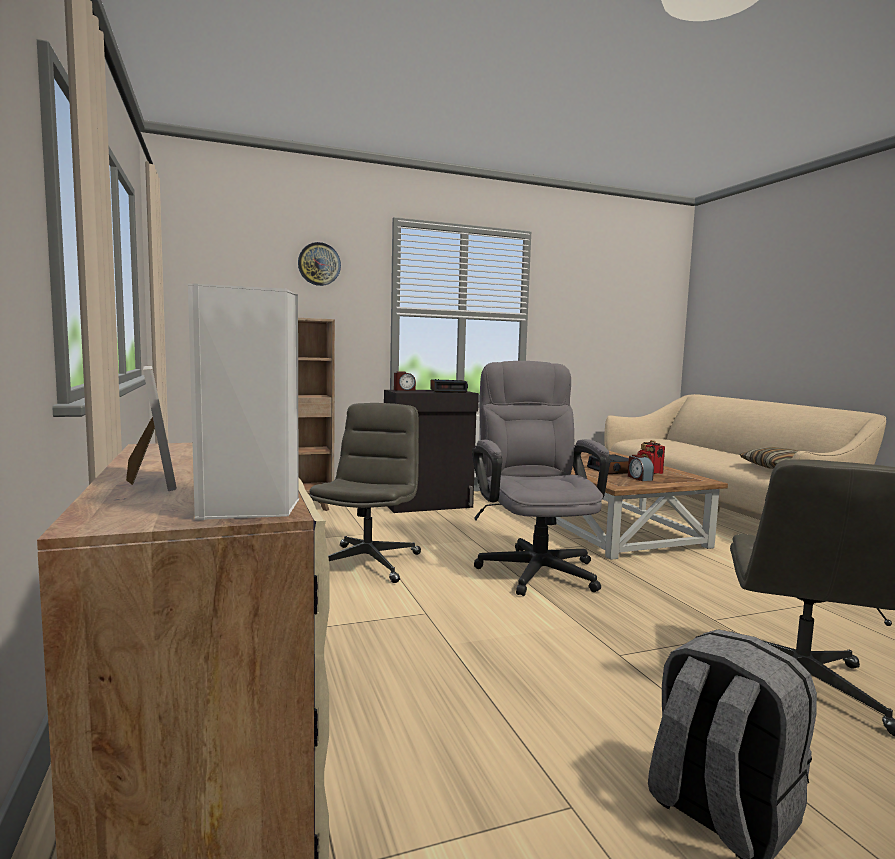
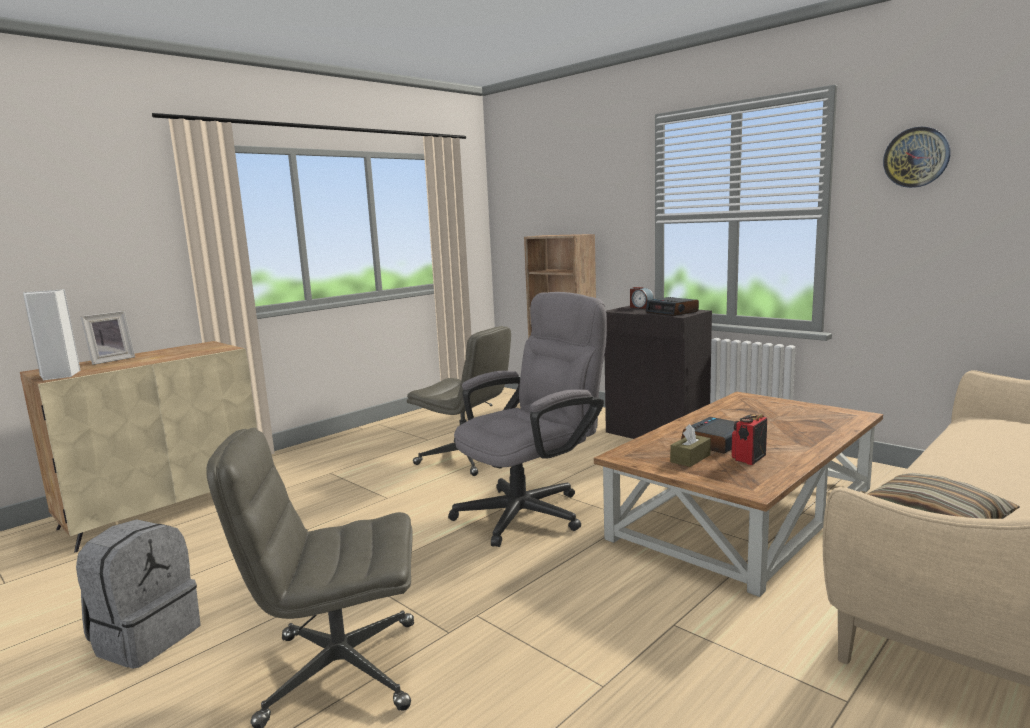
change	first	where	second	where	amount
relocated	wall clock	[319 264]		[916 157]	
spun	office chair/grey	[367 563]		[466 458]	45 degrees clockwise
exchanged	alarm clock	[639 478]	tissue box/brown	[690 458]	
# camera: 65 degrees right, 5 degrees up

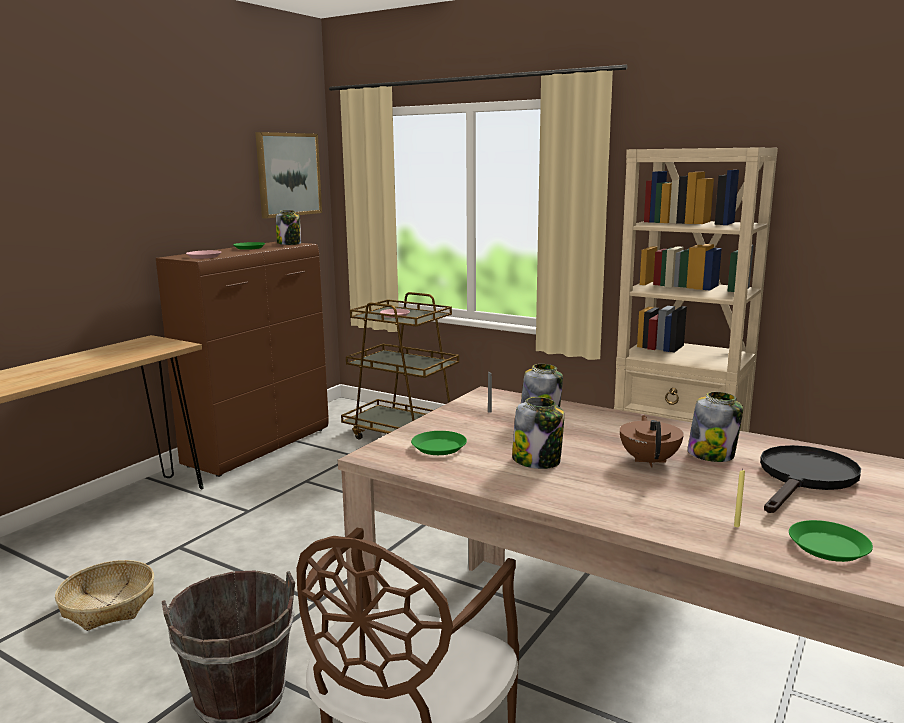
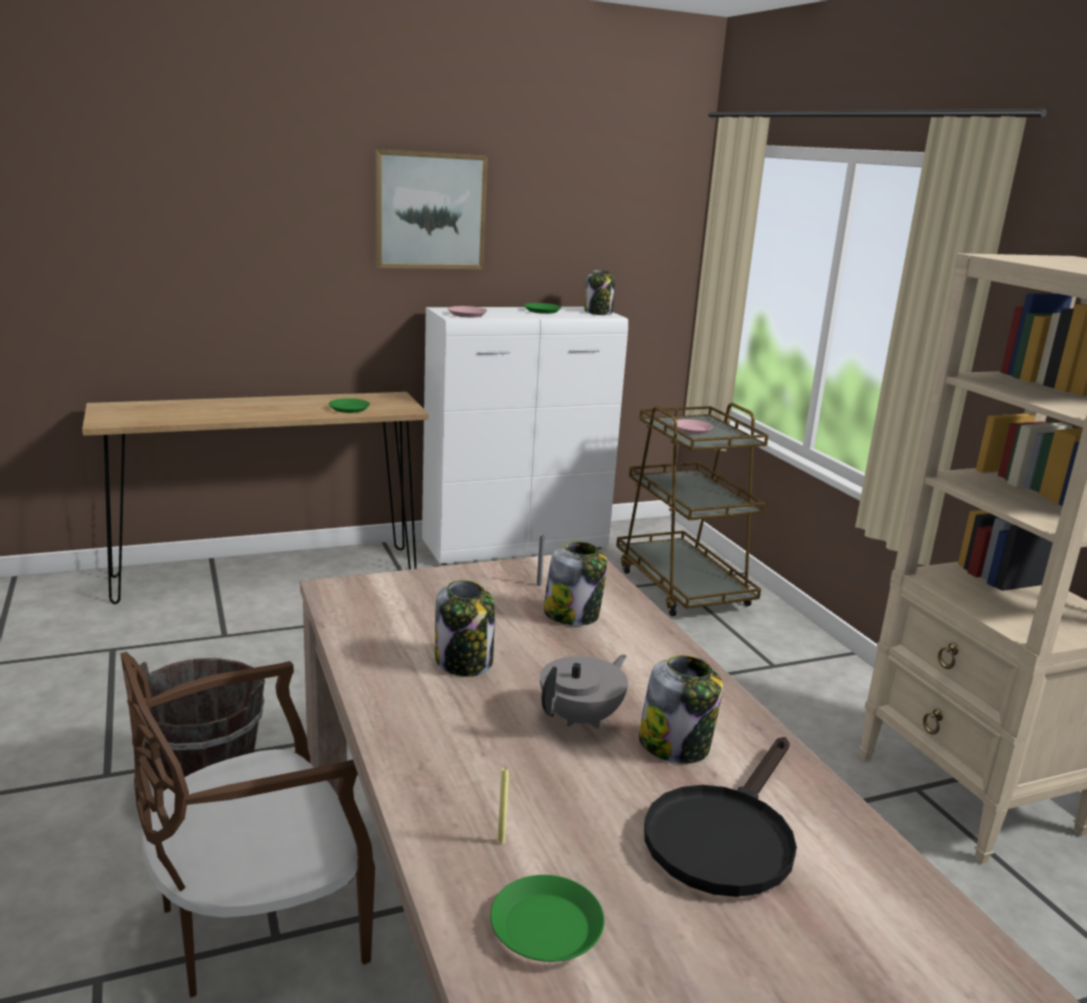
change	first	where	second	where	amount
missing	basket	[108 605]			
colour	cabinet/brown	[259 446]	cabinet/white	[516 546]	
relocated	picture	[288 174]		[430 211]	
relocated	plate/green	[439 447]		[349 409]	
colour	teapot/brown	[649 461]	teapot/grey	[582 718]	
spun	frying pan/black	[804 479]		[725 834]	135 degrees clockwise
# camera: 35 degrees right, 5 degrees up

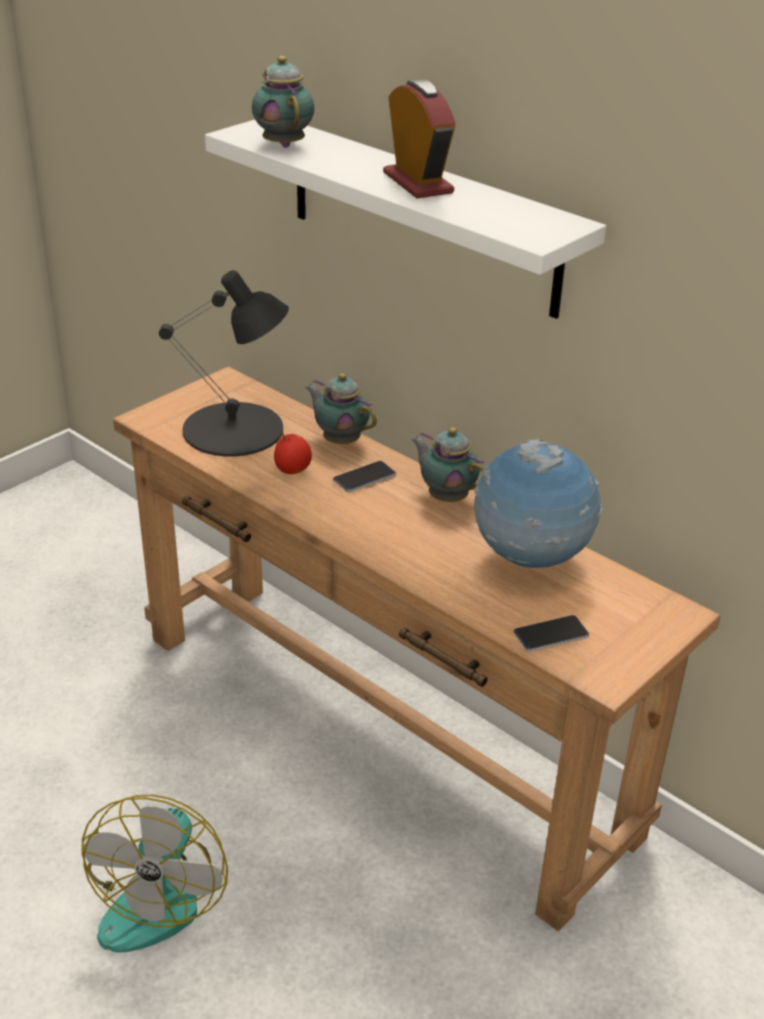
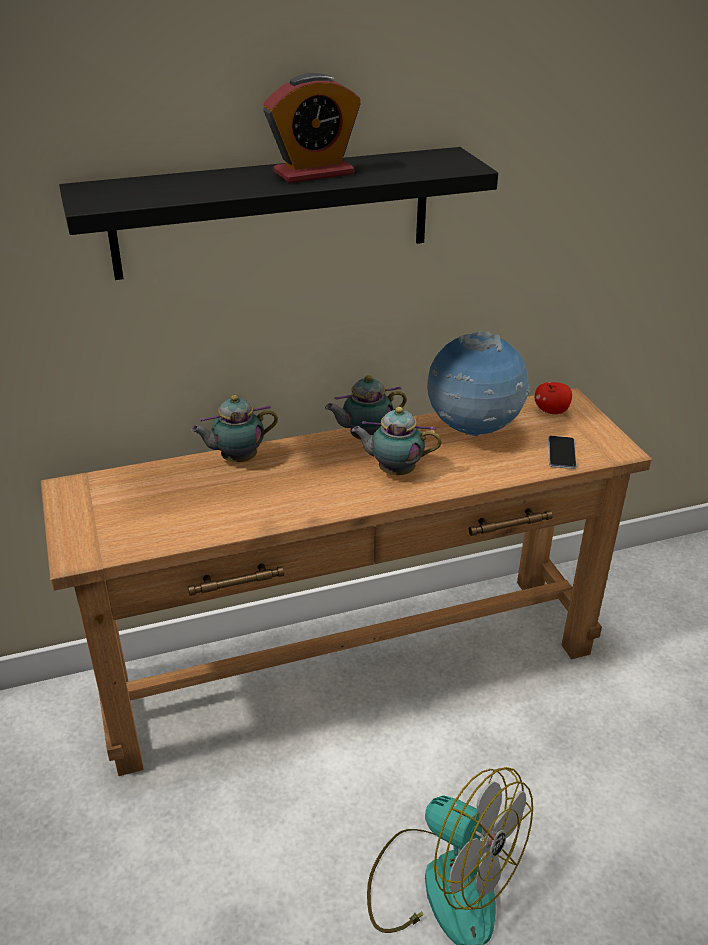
change	first	where	second	where	amount
missing	table lamp/black	[234 430]			
colour	shelf/white	[421 214]	shelf/black	[273 213]	
relocated	teapot	[283 144]		[394 471]	
relocated	apple	[292 470]		[551 411]	
missing	phone	[364 478]			
spun	alarm clock	[418 183]		[313 173]	150 degrees clockwise
# camera: 60 degrees left, 0 degrees up

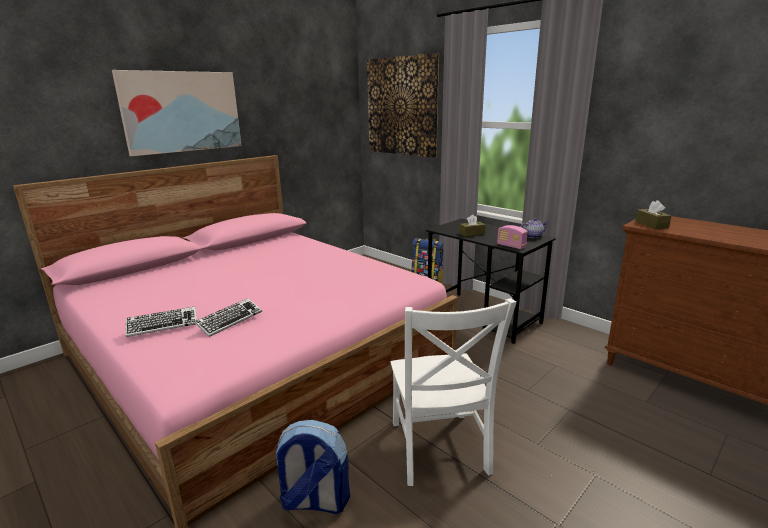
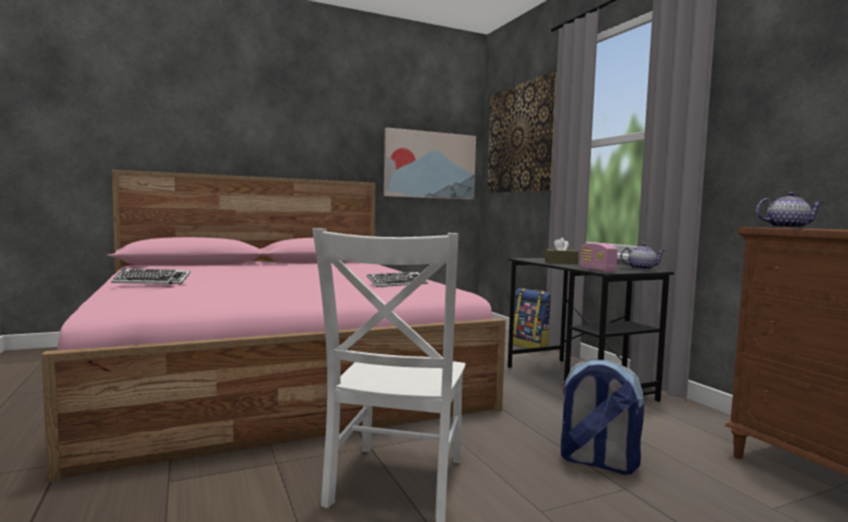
change	first	where	second	where	amount
relocated	picture	[182 112]		[430 165]	
relocated	keyboard	[230 320]		[397 284]	
relocated	backpack	[314 501]		[596 462]	
exchanged	tissue box/brown	[651 224]	teapot	[787 228]	
# camera: 20 degrees right, 15 degrees down

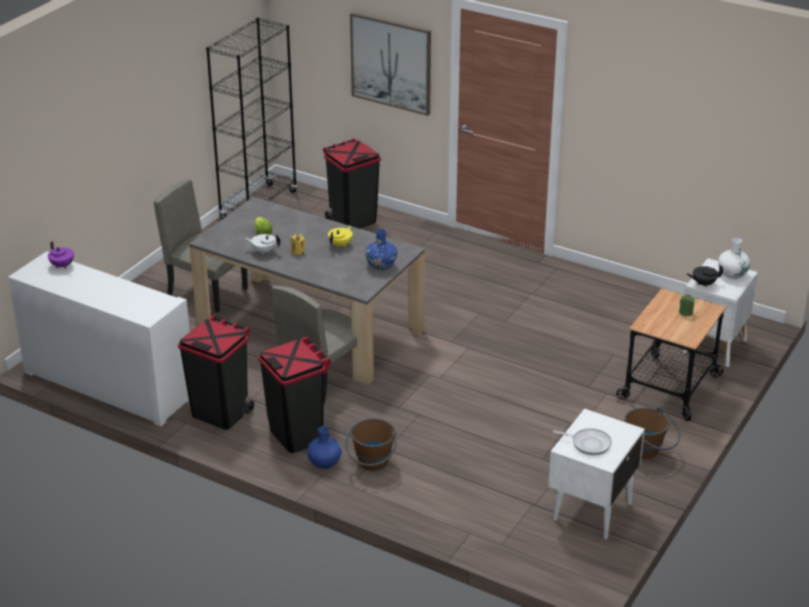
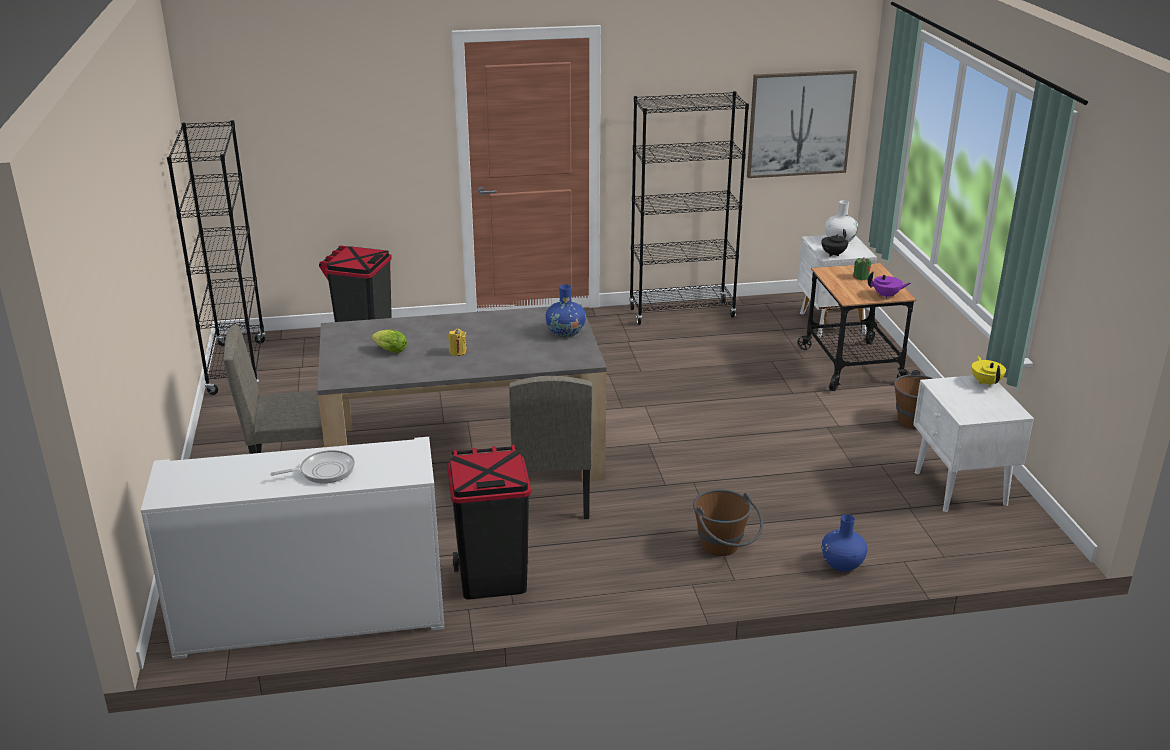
change	first	where	second	where	amount
relocated	teapot/purple	[62 266]		[886 295]	
missing	teapot/white	[264 251]			
missing	trash can/black	[297 434]			
relocated	vase/blue	[324 462]		[841 564]	
relocated	teapot/yellow	[340 244]		[986 382]	
relocated	picture	[391 63]		[800 124]	
relocated	frying pan	[588 443]		[323 471]	
appeared			bookcase/black	[681 313]	
# camera: 40 degrees left, 5 degrees down

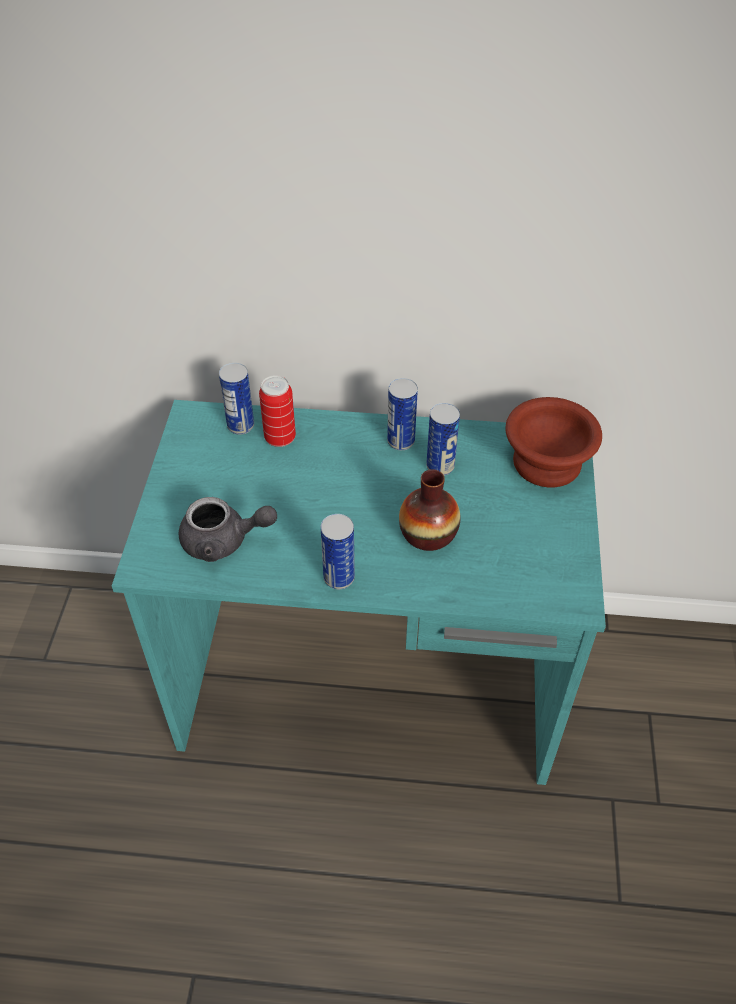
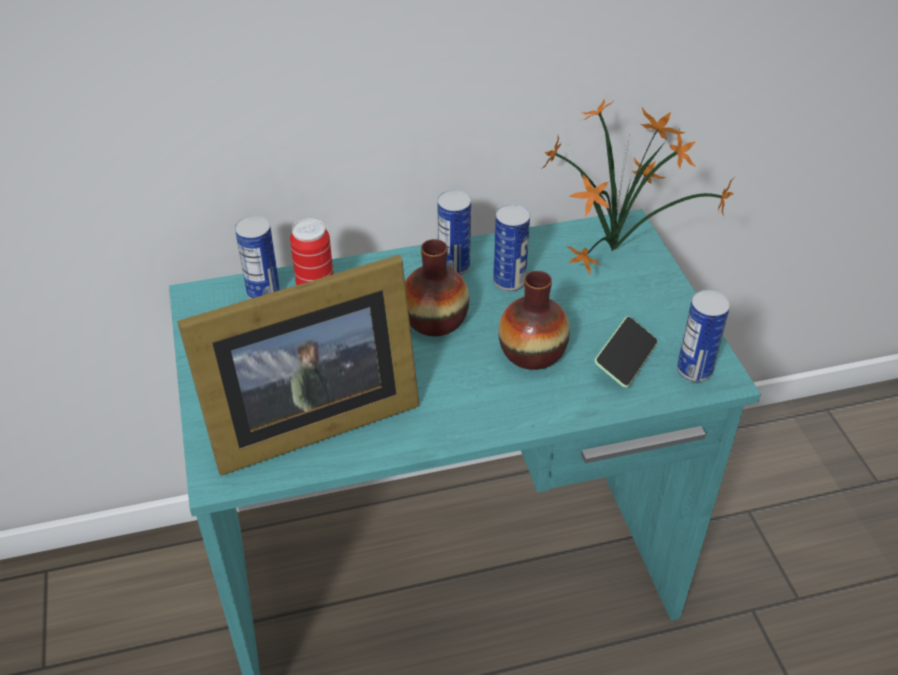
change	first	where	second	where	amount
exchanged	teapot/grey	[224 541]	picture frame	[305 421]	
relocated	can	[339 577]		[694 370]	
exchanged	bowl/brown	[547 460]	potted plant	[616 249]	
appeared			vase	[435 320]	
appeared			phone	[625 360]	
# camera: 20 degrees left, 5 degrees down

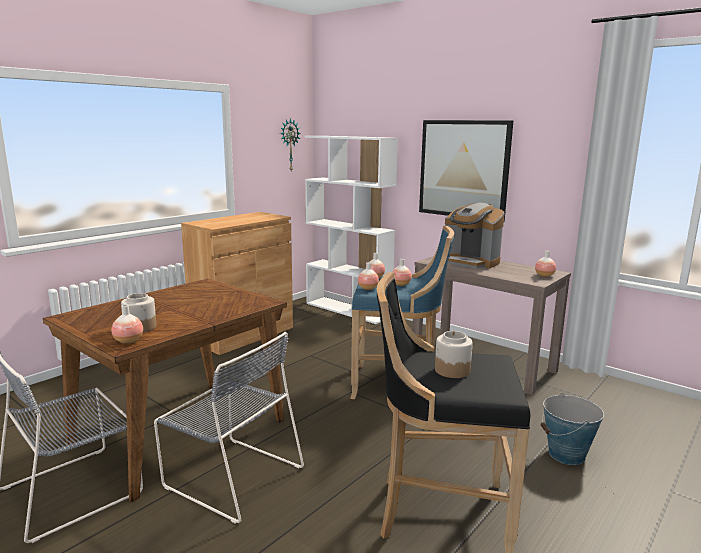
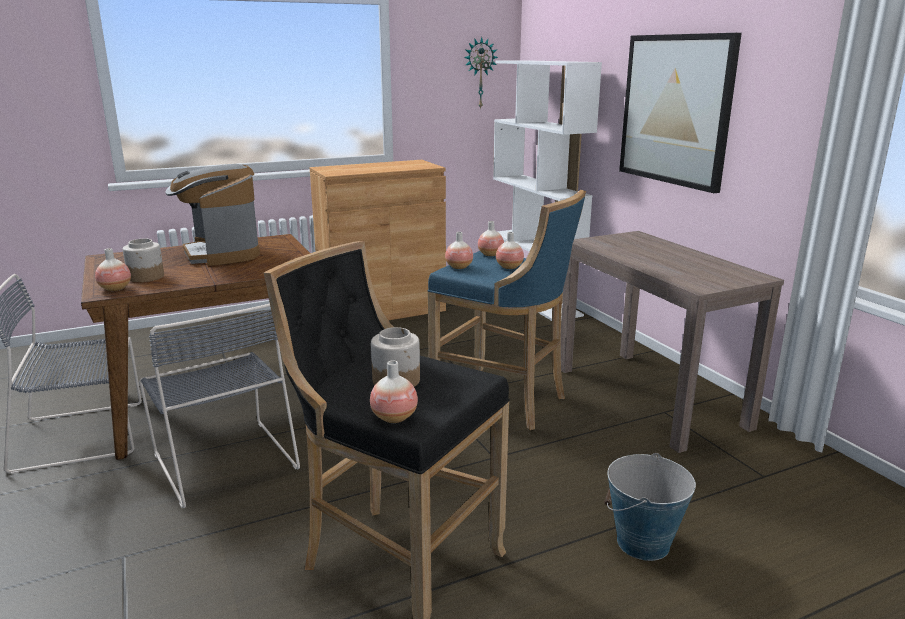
change	first	where	second	where	amount
relocated	coffee machine	[471 262]		[221 254]	
relocated	vase	[544 275]		[394 417]	
# camera: 25 degrees right, 5 degrees up

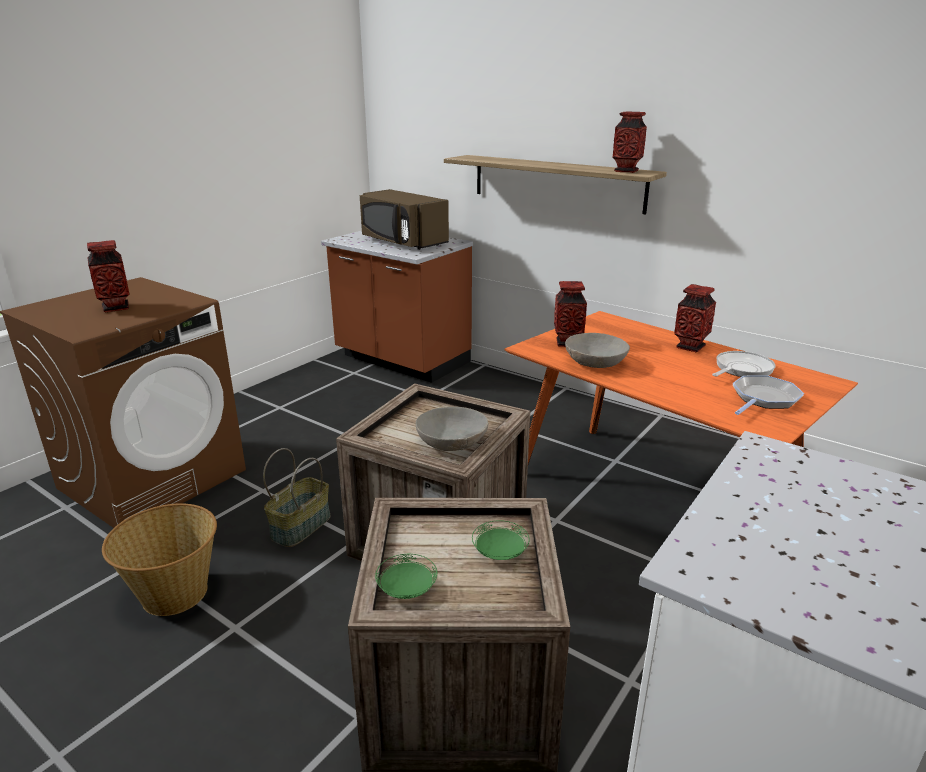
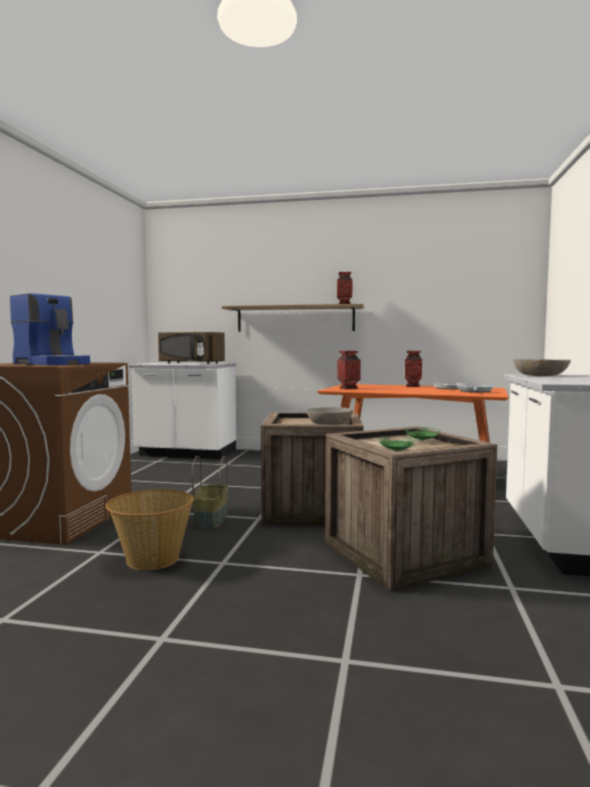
change	first	where	second	where	amount
exchanged	vase	[116 307]	coffee machine	[53 363]	
colour	counter/brown	[401 360]	counter/white	[186 453]	
relocated	bowl/grey	[595 363]		[541 376]	
# camera: 25 degrees left, 20 degrees down

